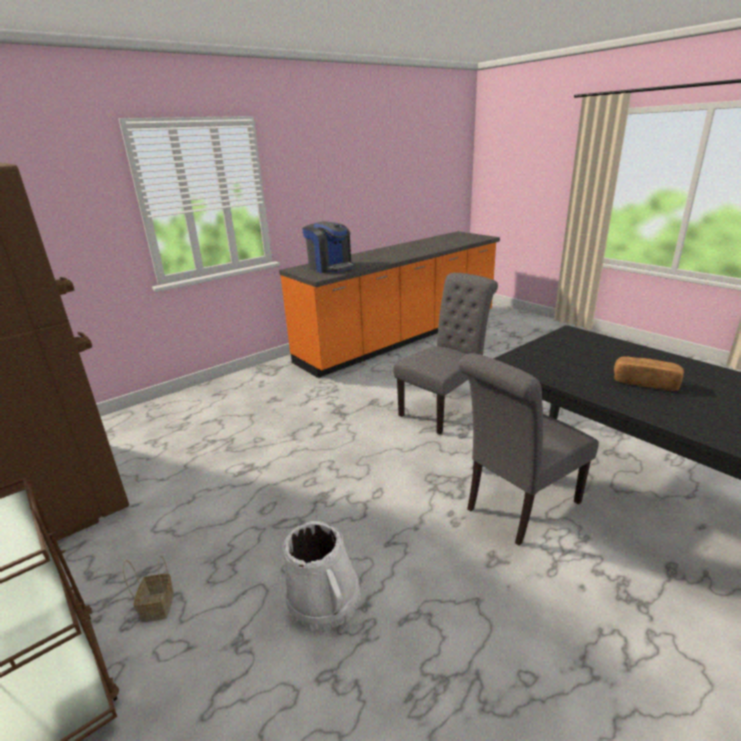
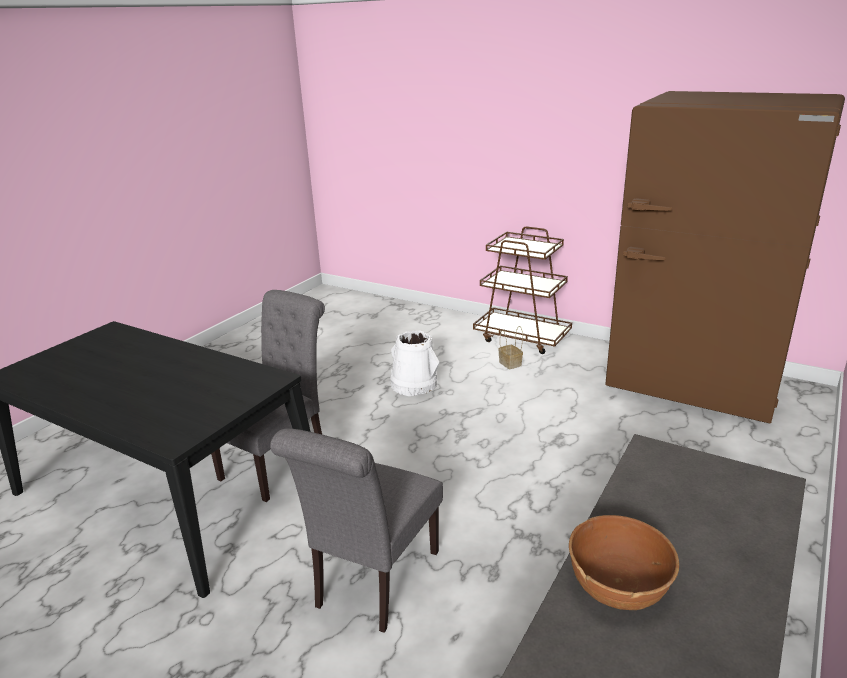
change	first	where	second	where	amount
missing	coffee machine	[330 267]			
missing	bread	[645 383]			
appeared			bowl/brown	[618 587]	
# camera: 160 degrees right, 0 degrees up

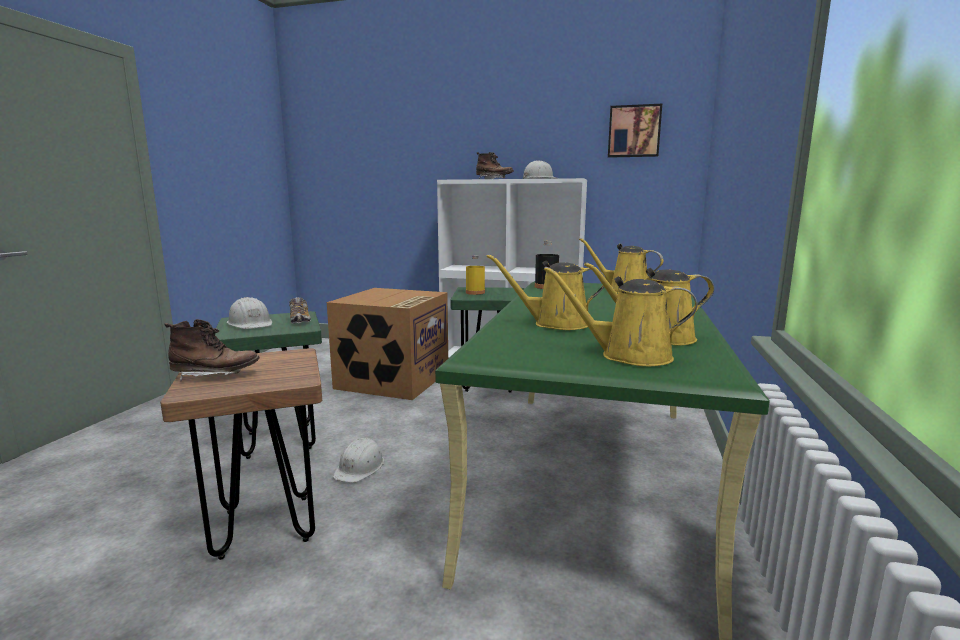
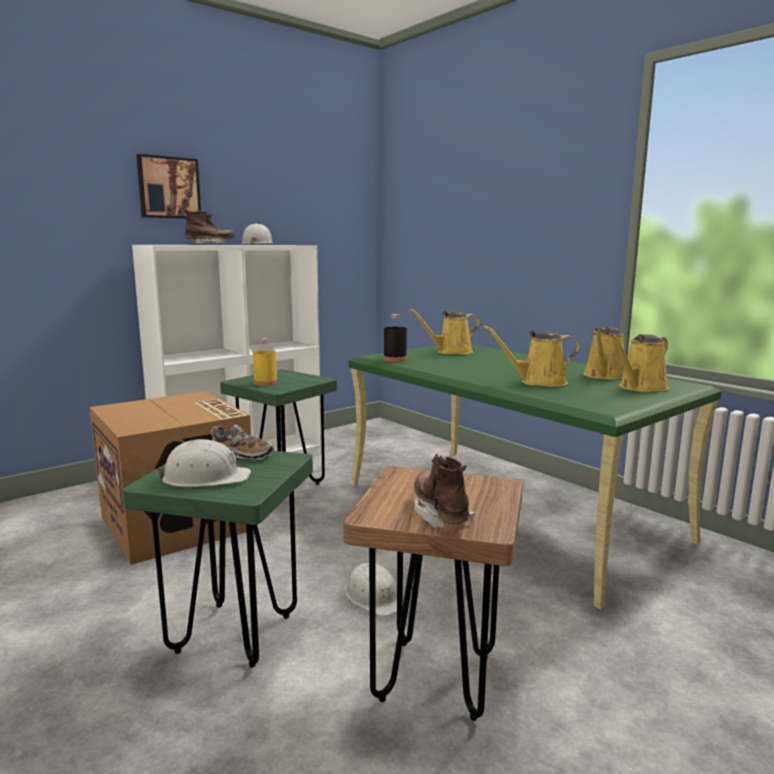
change	first	where	second	where	amount
spun	boot/brown	[215 376]		[440 513]	45 degrees counterclockwise
spun	watering can/yellow	[555 324]		[538 382]	45 degrees clockwise
relocated	picture	[634 131]		[168 188]	
# camera: 55 degrees left, 0 degrees up

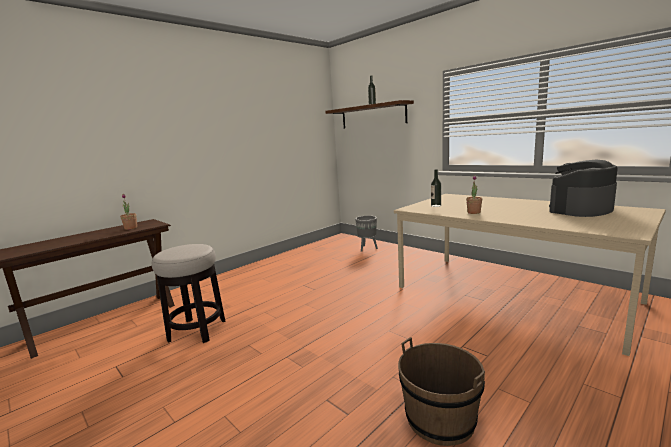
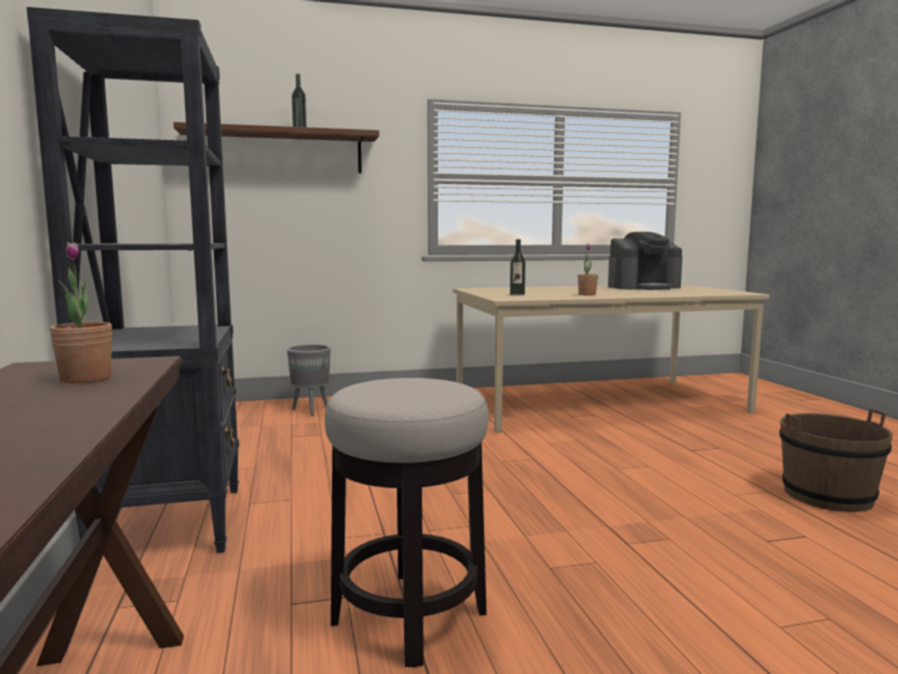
change	first	where	second	where	amount
spun	coffee machine	[580 210]		[643 287]	105 degrees counterclockwise
appeared			bookcase/black	[172 523]	
# camera: 60 degrees left, 5 degrees down

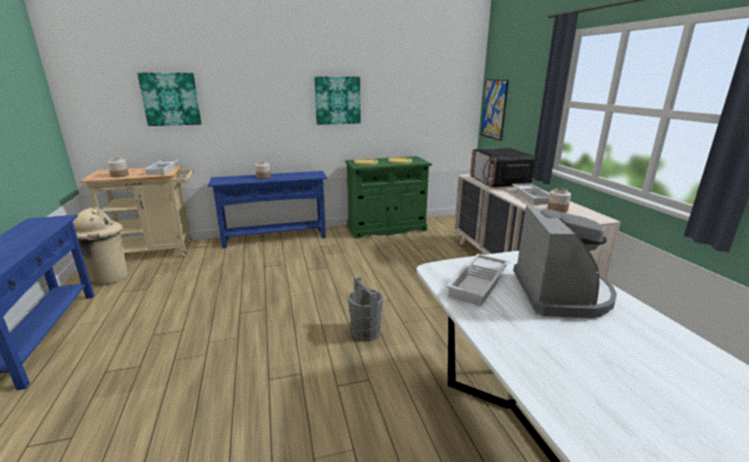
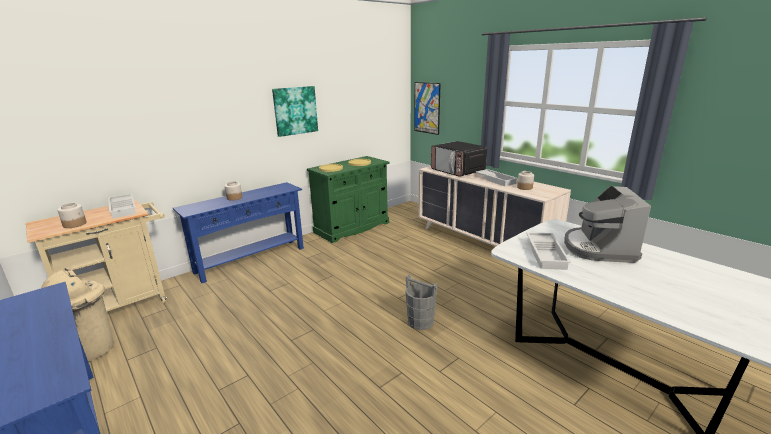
change	first	where	second	where	amount
missing	picture	[171 99]			
spun	coffee machine	[561 293]		[598 248]	150 degrees counterclockwise
# camera: 25 degrees left, 0 degrees up

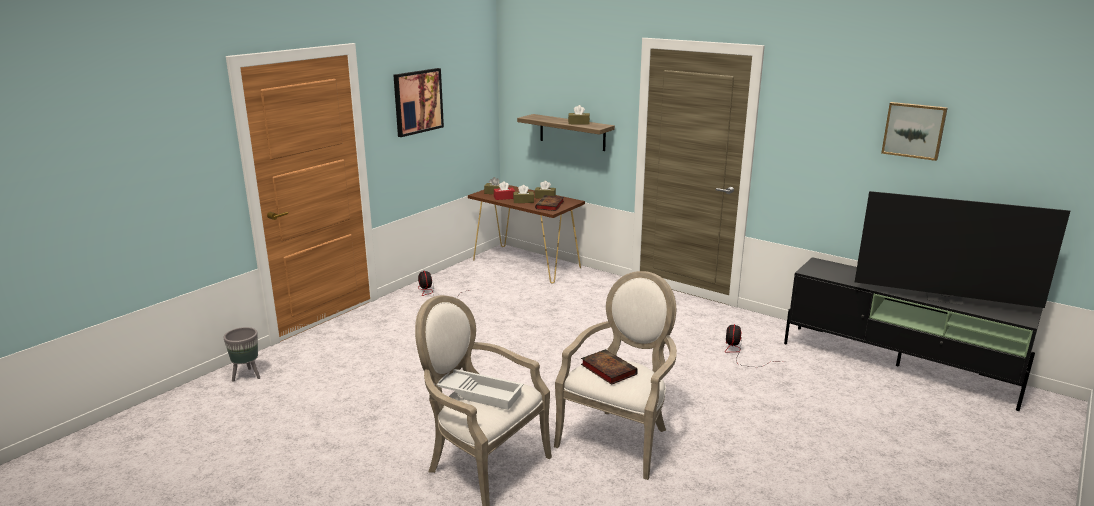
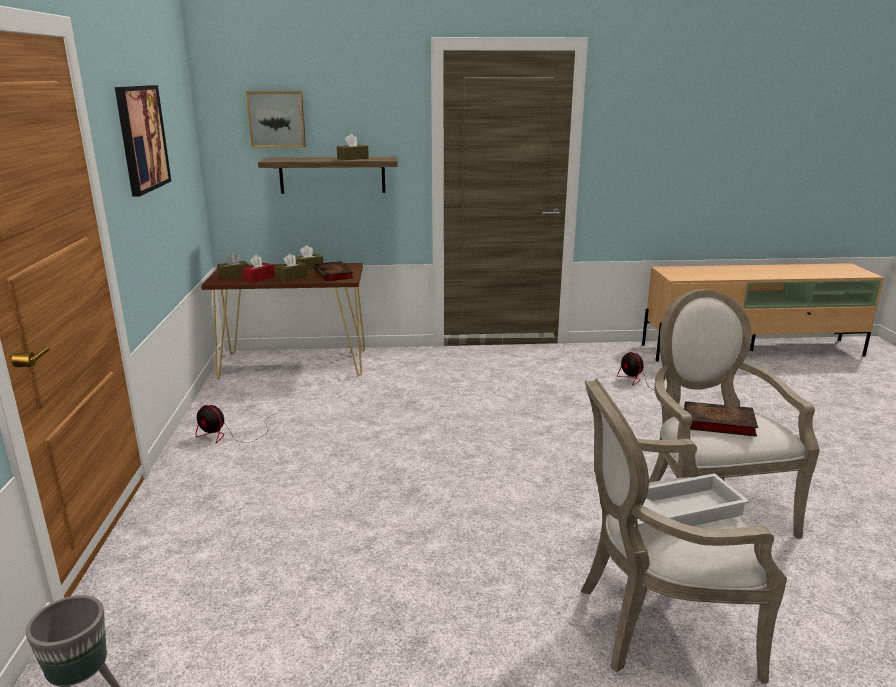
change	first	where	second	where	amount
colour	tv stand/black	[898 366]	tv stand/beige	[753 350]	
missing	television	[944 298]			
relocated	picture	[914 130]		[277 119]	
# camera: 40 degrees left, 0 degrees up

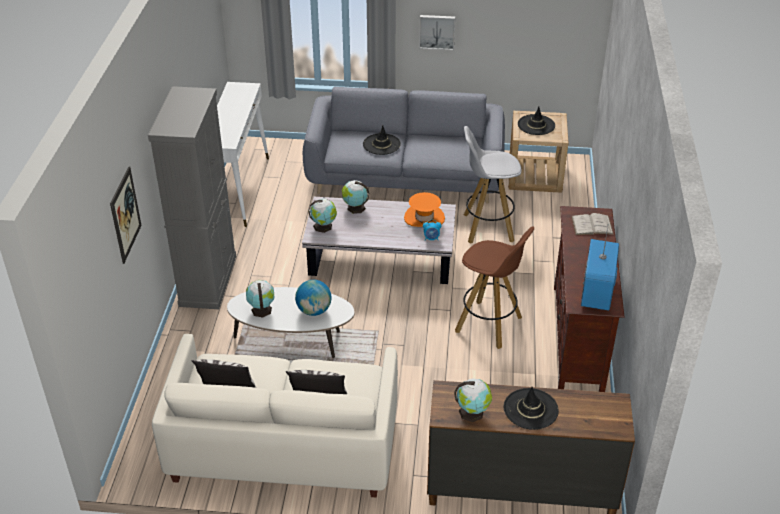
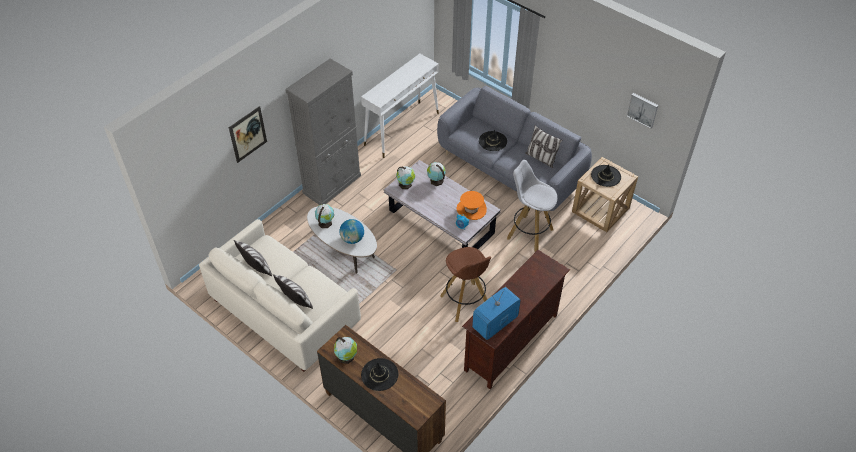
change	first	where	second	where	amount
relocated	picture	[437 31]		[642 109]	
missing	book/white	[592 225]			
appeared			pillow	[541 158]	
# camera: 35 degrees right, 10 degrees up

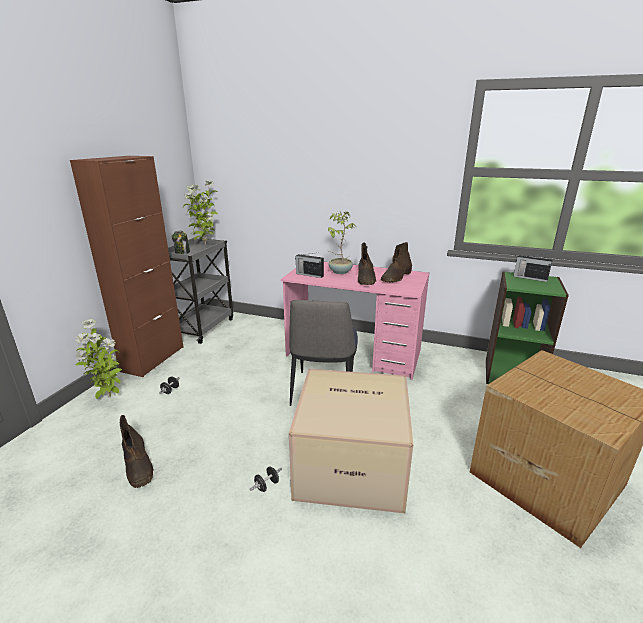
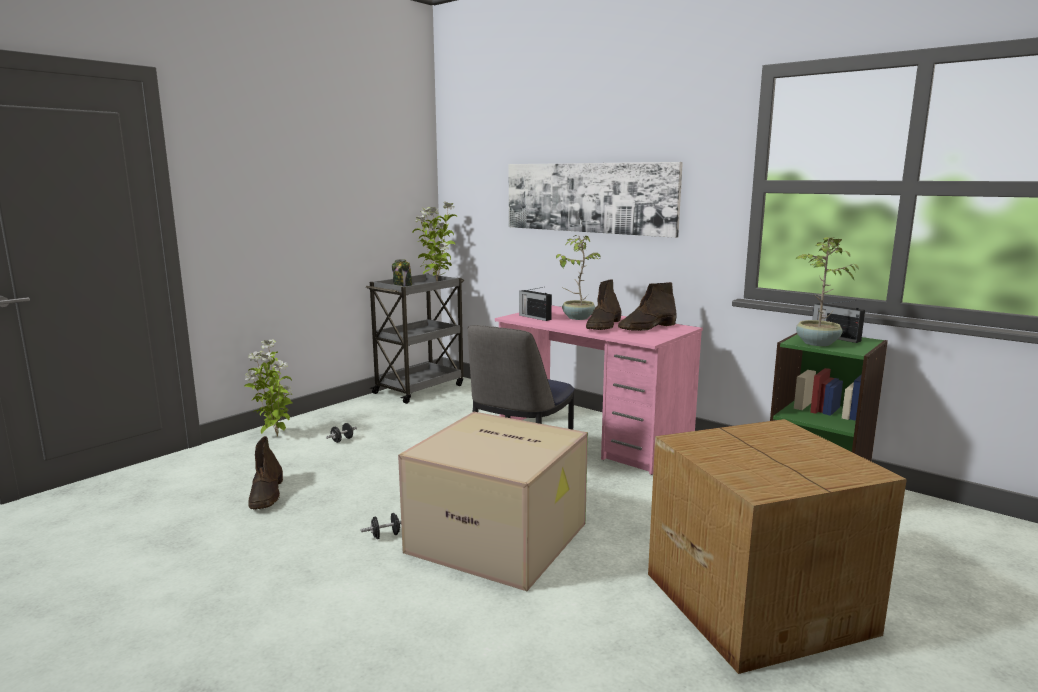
change	first	where	second	where	amount
missing	cabinet/brown	[153 359]			
appeared			picture	[588 197]	
appeared			potted plant	[816 343]	
# camera: 20 degrees right, 10 degrees down

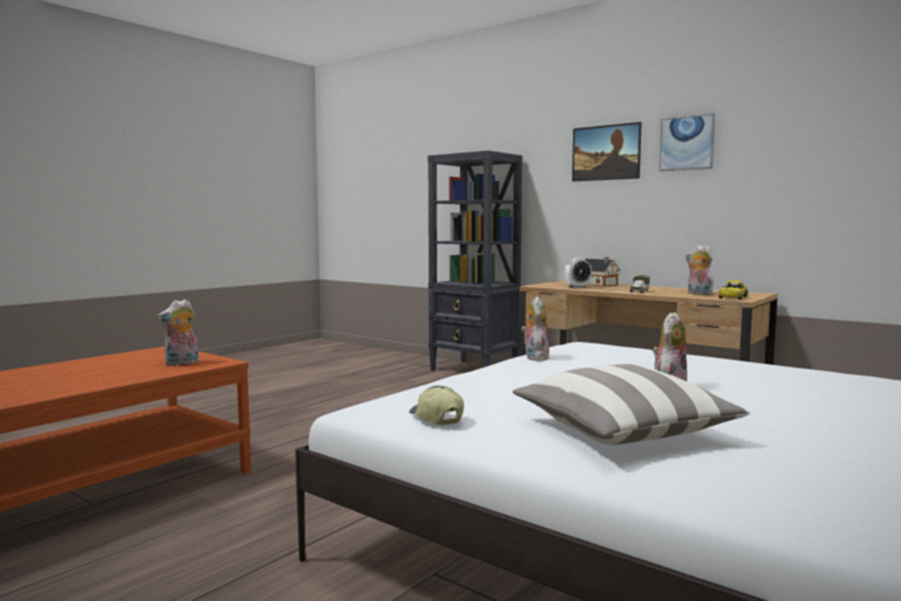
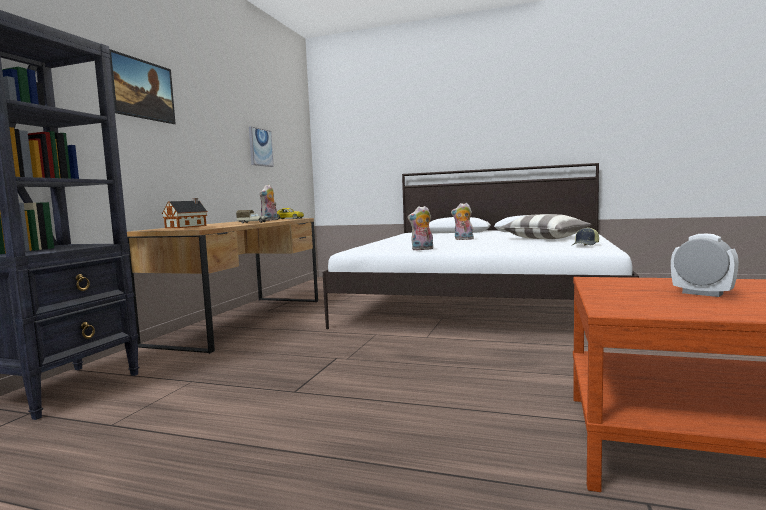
change	first	where	second	where	amount
missing	plush toy	[181 363]			
relocated	alarm clock	[577 287]		[702 293]	
relocated	picture	[687 143]		[260 147]	
# camera: 110 degrees left, 0 degrees up

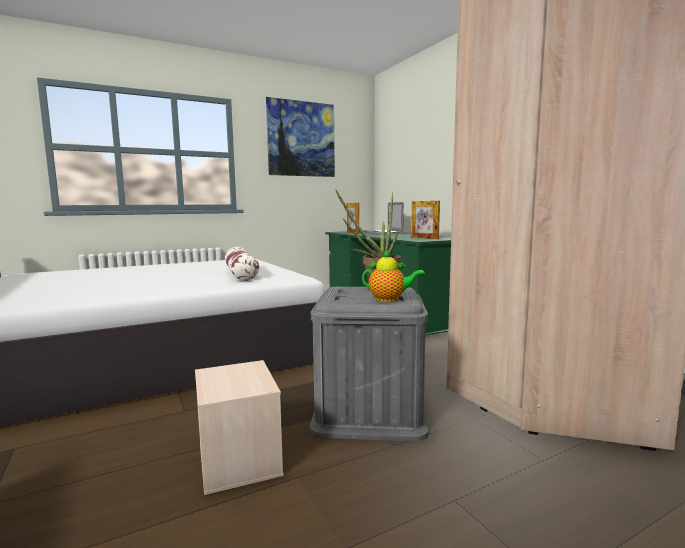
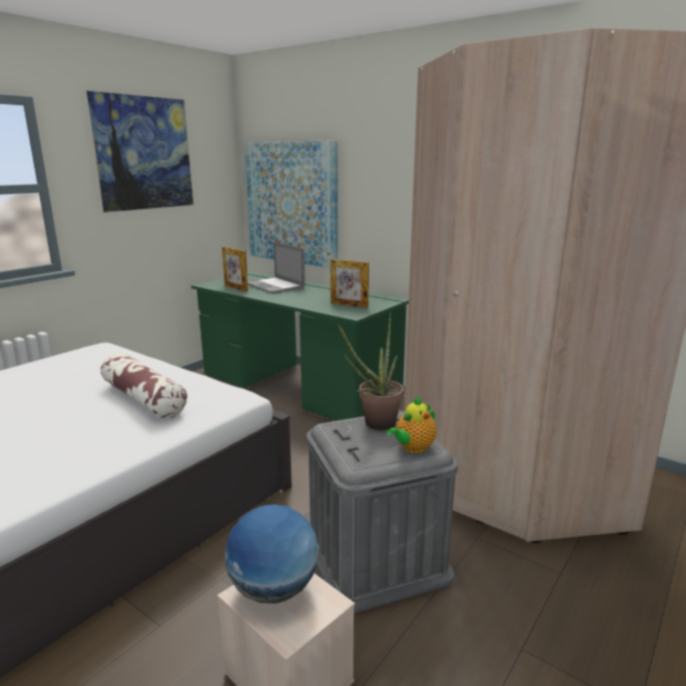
change	first	where	second	where	amount
spun	teapot	[389 299]		[413 448]	150 degrees clockwise
appeared			globe	[273 589]	
appeared			picture	[291 203]	
# camera: 25 degrees left, 10 degrees up

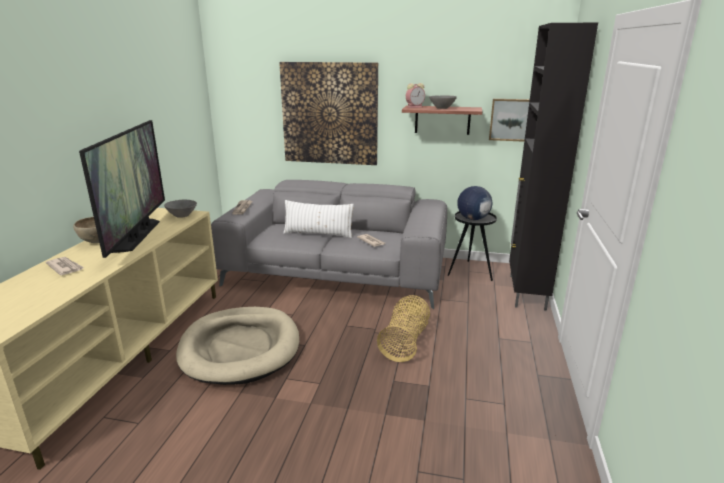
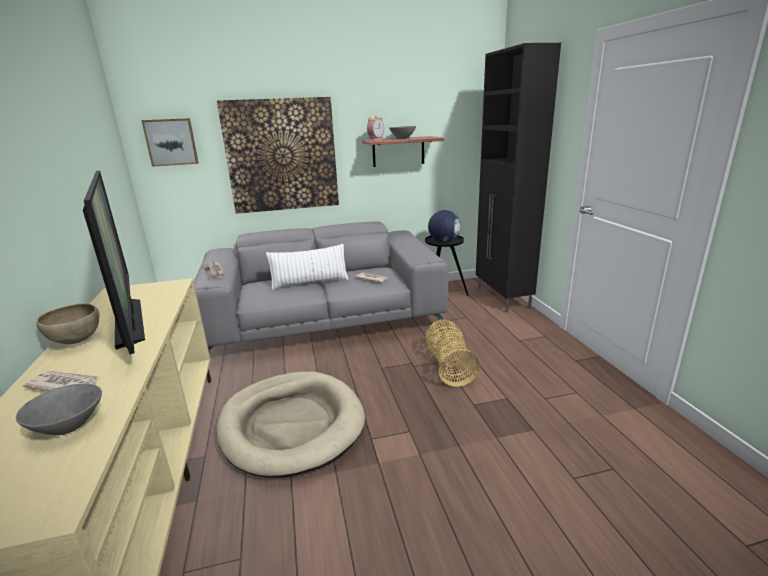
change	first	where	second	where	amount
relocated	bowl/grey	[182 216]		[69 426]	
relocated	picture	[511 119]		[171 142]	
# camera: 25 degrees left, 0 degrees up

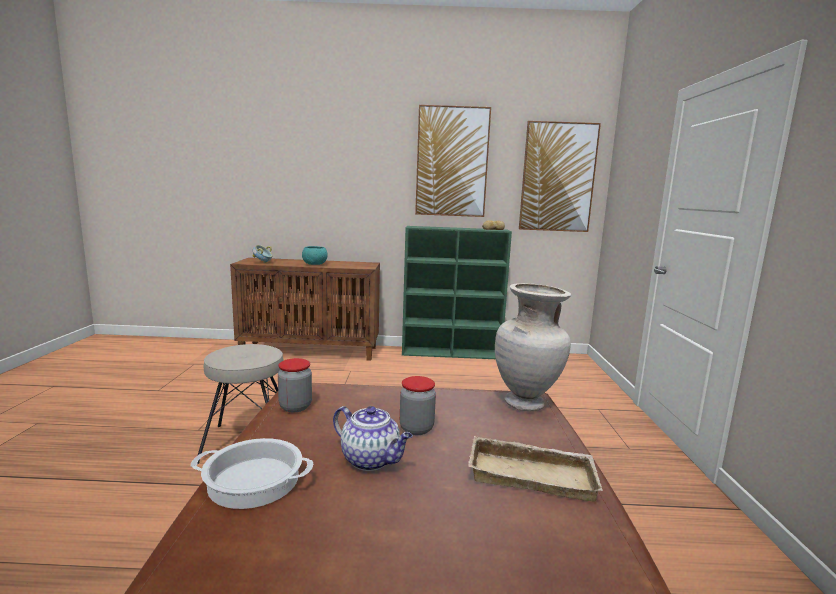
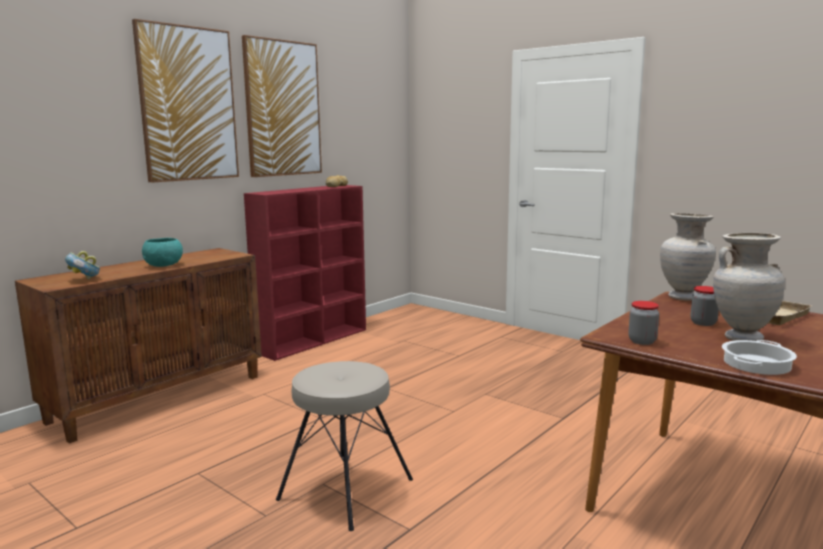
change	first	where	second	where	amount
exchanged	teapot	[371 460]	vase/beige	[742 338]	
colour	bookcase/green	[452 353]	bookcase/red	[314 340]	
relocated	picture	[557 177]		[188 104]	
# camera: 50 degrees left, 0 degrees up

